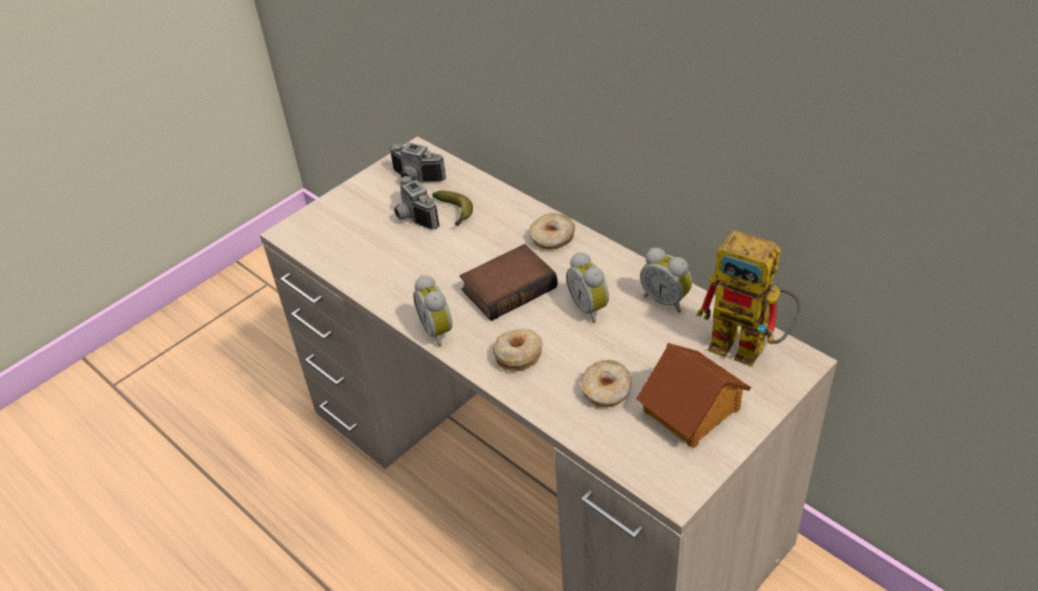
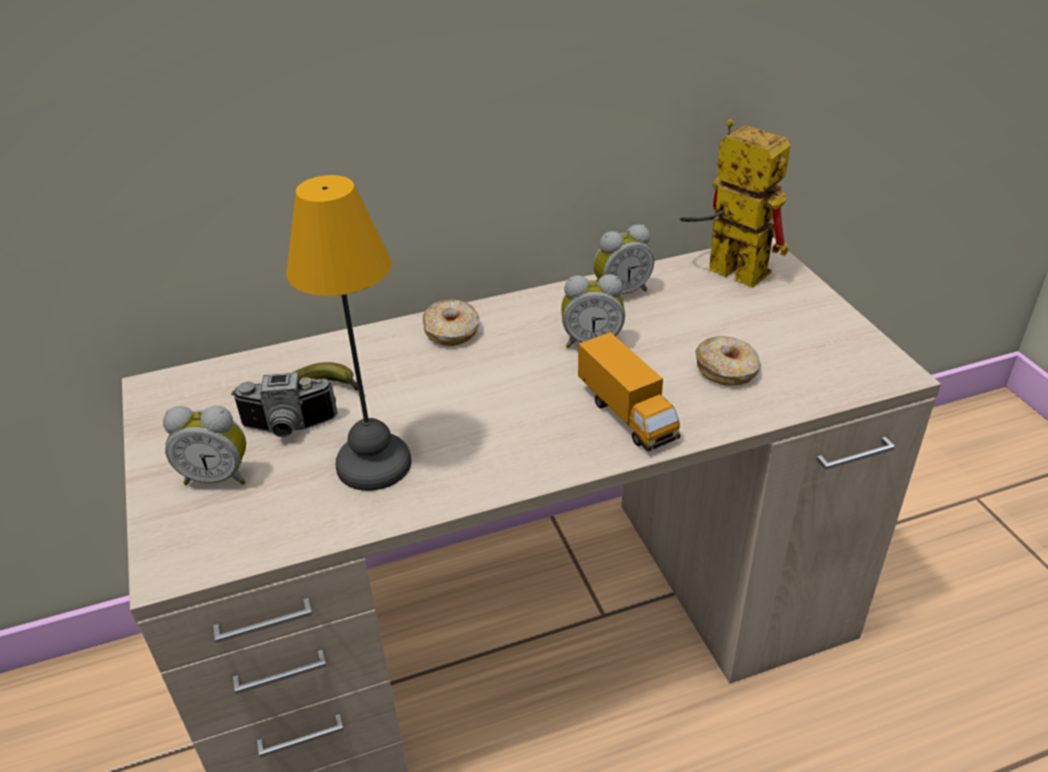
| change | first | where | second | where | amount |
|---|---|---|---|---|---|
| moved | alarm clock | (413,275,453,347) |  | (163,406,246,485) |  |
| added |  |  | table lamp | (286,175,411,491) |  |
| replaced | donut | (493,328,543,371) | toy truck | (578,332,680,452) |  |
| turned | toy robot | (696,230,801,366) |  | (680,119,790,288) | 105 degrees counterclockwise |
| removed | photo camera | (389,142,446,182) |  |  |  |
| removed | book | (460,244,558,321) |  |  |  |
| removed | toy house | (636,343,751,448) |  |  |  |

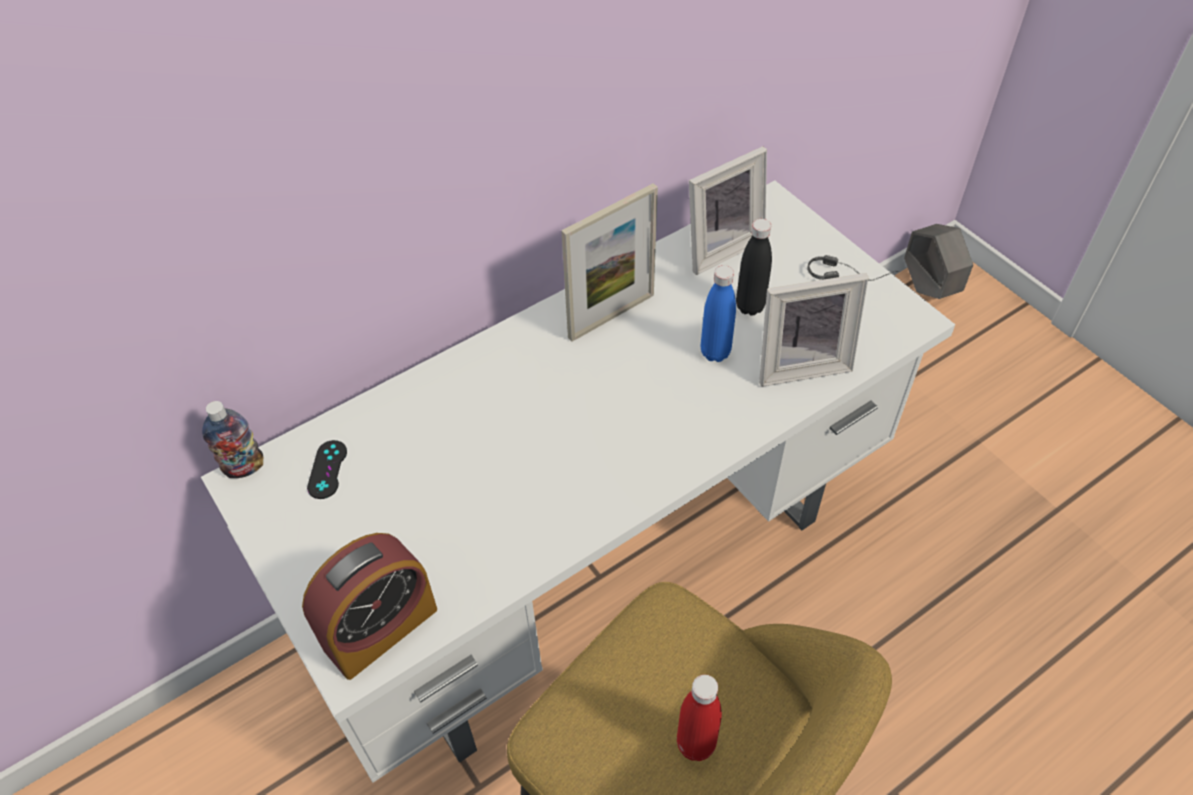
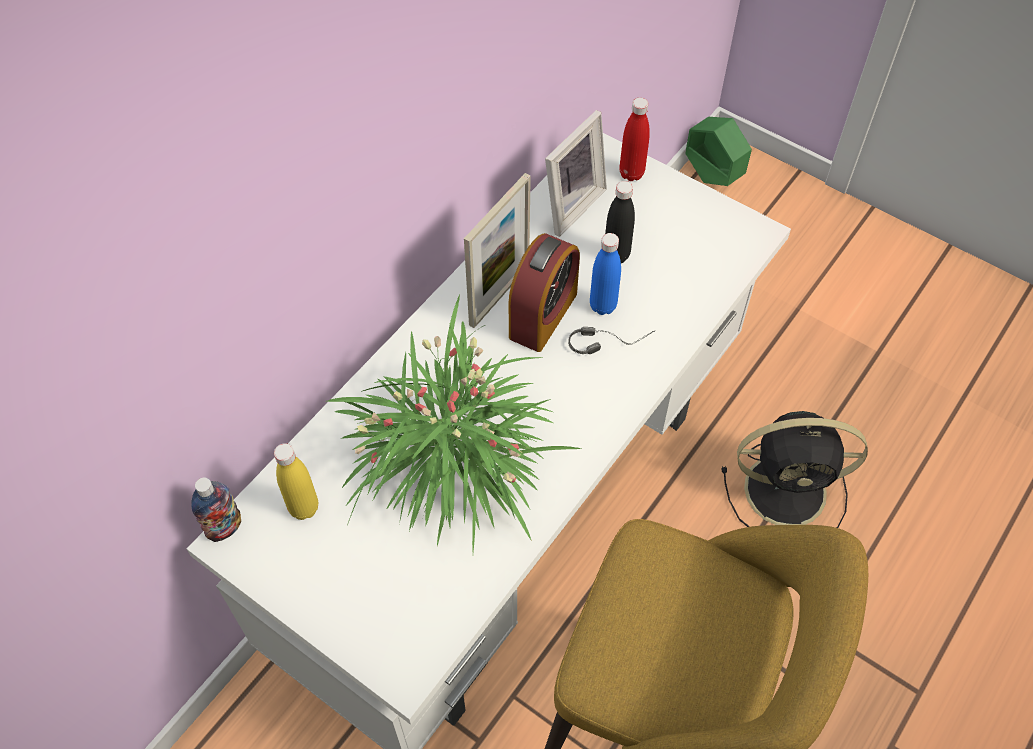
| change | first | where | second | where | amount |
|---|---|---|---|---|---|
| replaced | game controller in black | (307,440,347,499) | bottle in yellow | (274,443,318,520) |  |
| added |  |  | potted plant | (326,295,581,552) |  |
| moved | alarm clock | (302,533,437,680) |  | (509,233,580,352) |  |
| moved | headphones | (807,255,899,281) |  | (568,327,656,354) |  |
| moved | bottle in red | (677,675,722,761) |  | (620,97,650,181) |  |
| recoloured | planter in grey | (904,224,973,299) | planter in green | (685,117,752,186) |  |
| added |  |  | fan in black | (722,411,868,528) |  |
| removed | picture frame | (759,273,869,387) |  |  |  |

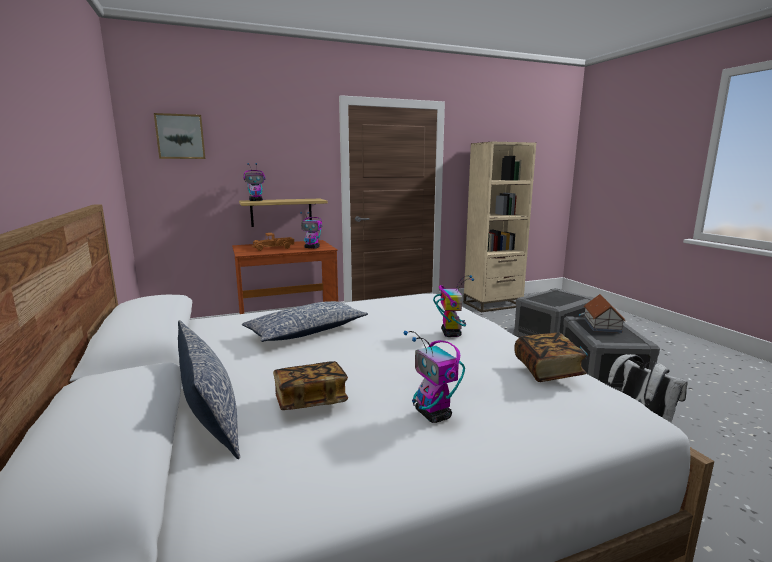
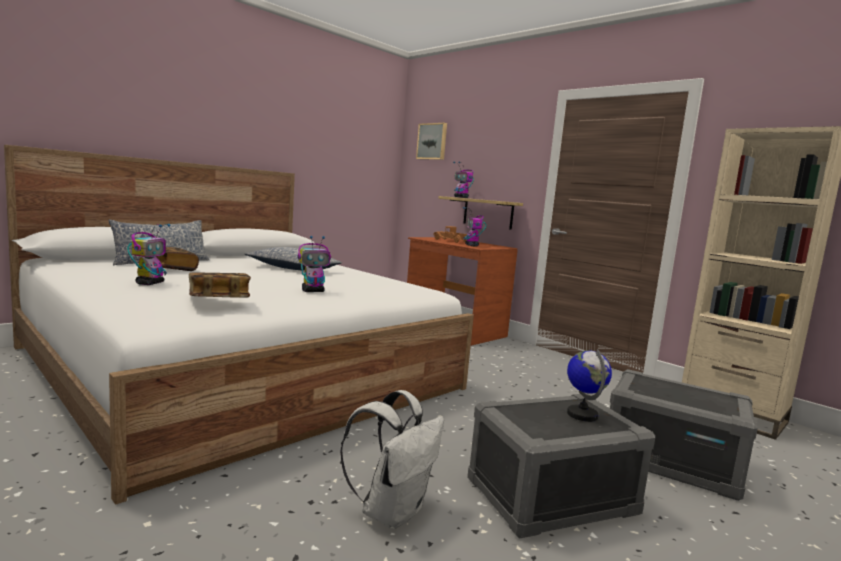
| change | first | where | second | where | amount |
|---|---|---|---|---|---|
| turned | toy robot | (403,331,465,423) |  | (127,224,171,285) | 150 degrees clockwise |
| replaced | toy house | (584,294,625,333) | globe | (567,349,612,422) |  |

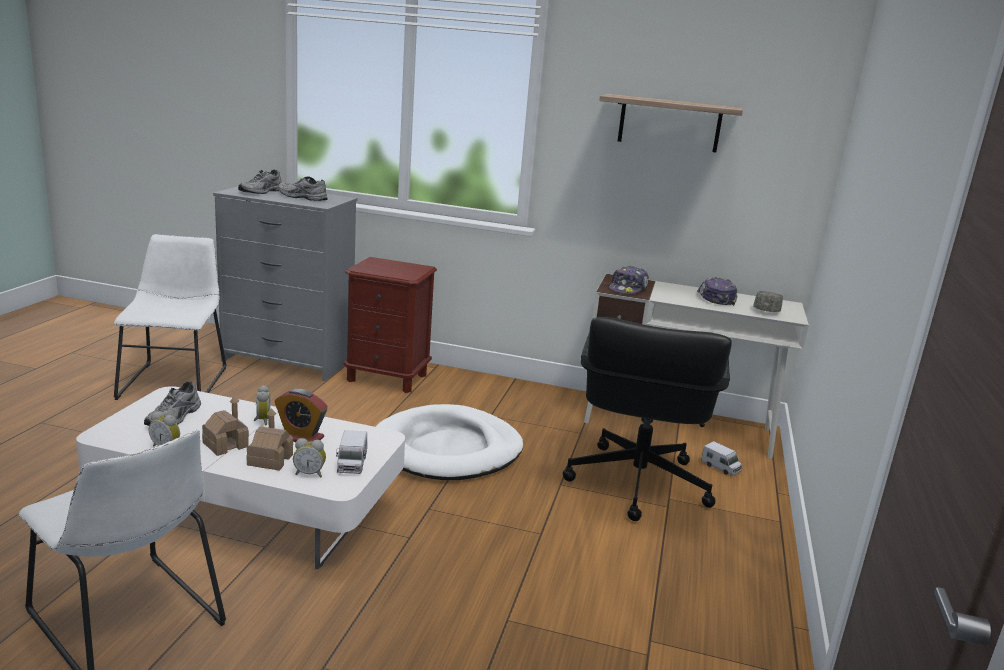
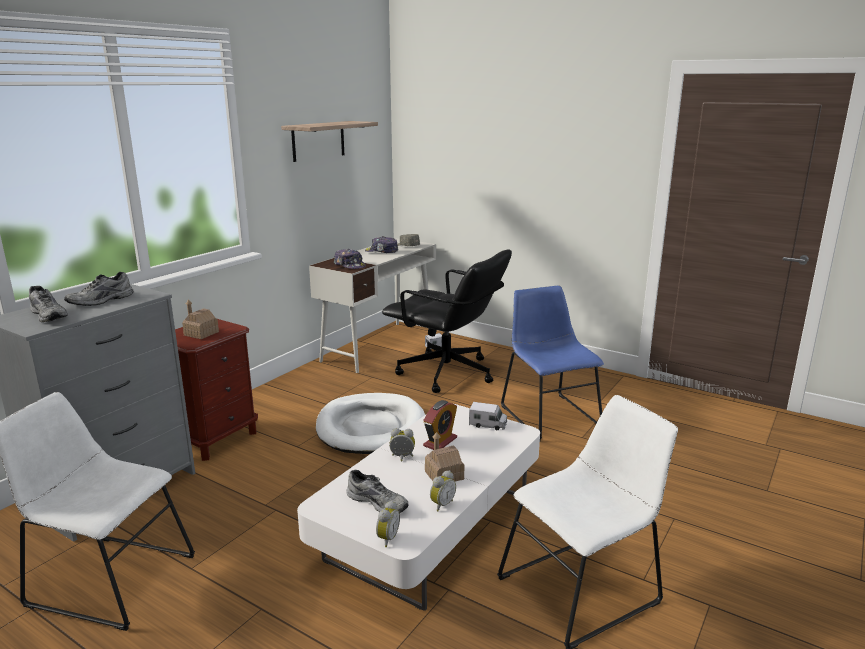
| change | first | where | second | where | amount |
|---|---|---|---|---|---|
| moved | toy house | (247,408,293,471) |  | (182,299,219,339) |  |
| moved | alarm clock | (293,438,326,477) |  | (376,501,400,547) |  |
| added |  |  | chair in blue | (501,286,604,441) |  |

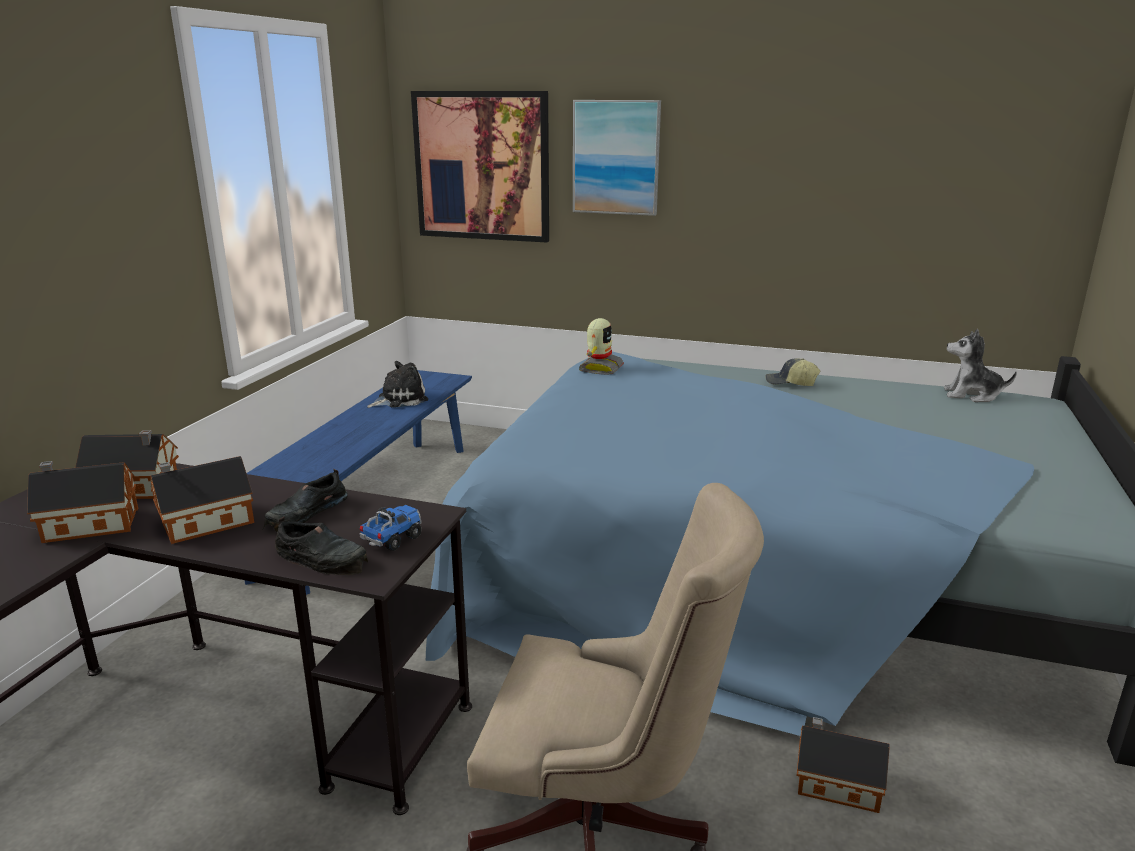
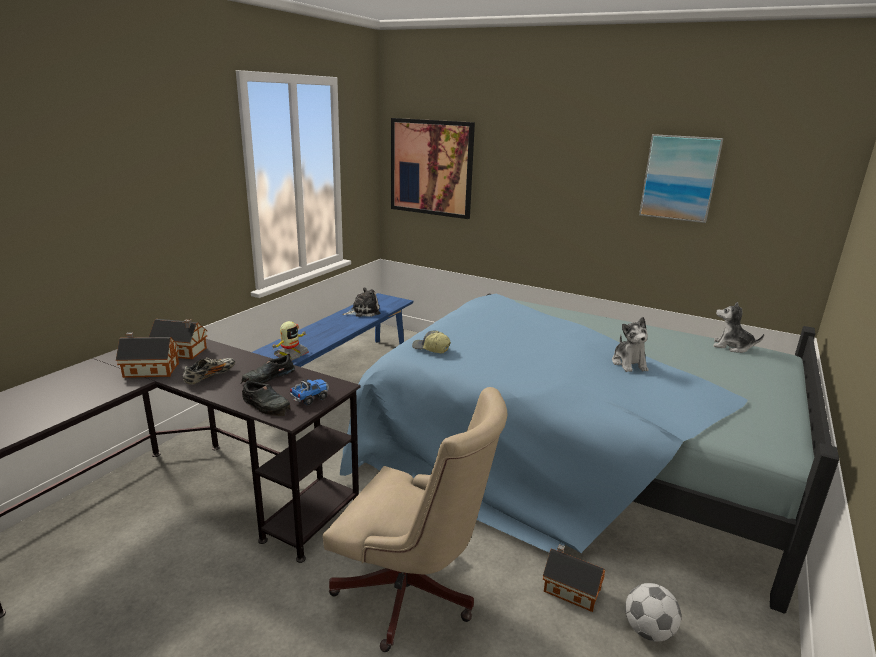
| change | first | where | second | where | amount |
|---|---|---|---|---|---|
| replaced | toy house | (150,456,254,544) | shoe | (183,357,235,384) |  |
| moved | toy robot | (579,318,624,375) |  | (273,321,309,361) |  |
| moved | cap | (765,358,820,386) |  | (412,331,451,353) |  |
| added |  |  | plush toy | (612,317,649,372) |  |
| added |  |  | football | (625,583,681,642) |  |
| moved | picture | (573,100,661,216) |  | (639,134,723,223) |  |

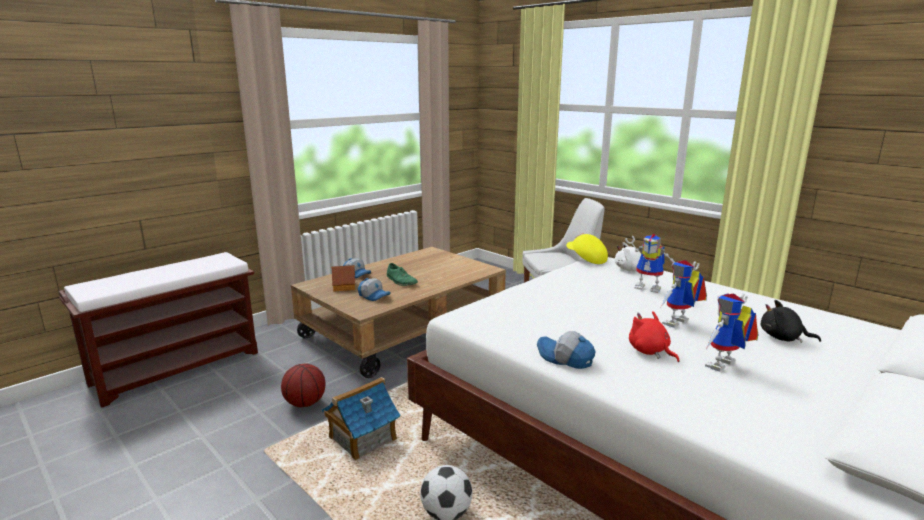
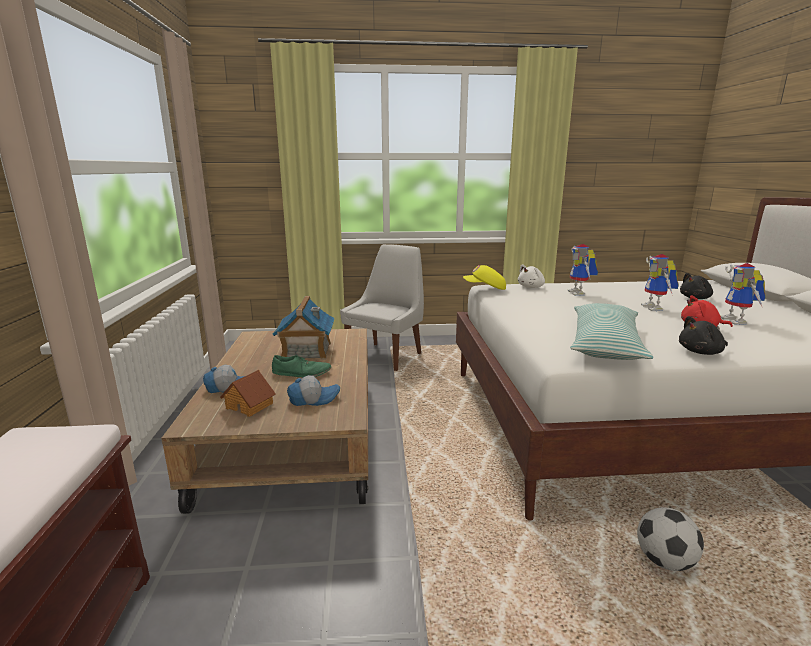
| change | first | where | second | where | amount |
|---|---|---|---|---|---|
| moved | toy house | (321,377,401,460) |  | (272,296,335,359) |  |
| turned | toy robot | (625,233,675,293) |  | (567,244,598,296) | 105 degrees clockwise |
| added |  |  | pillow | (570,303,653,360) |  |
| replaced | cap | (537,331,596,369) | plush toy in black | (679,316,728,355) |  |
| removed | basketball | (281,364,325,407) |  |  |  |

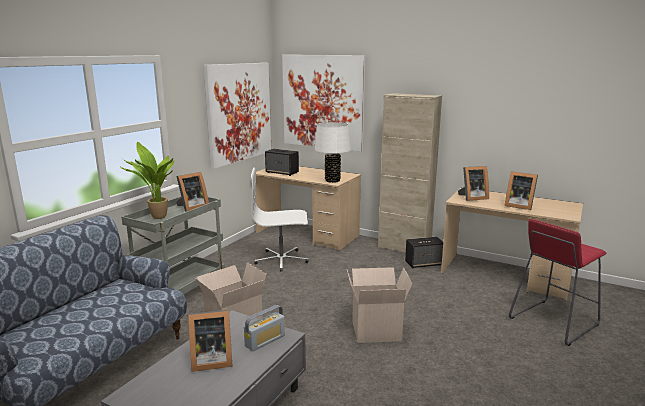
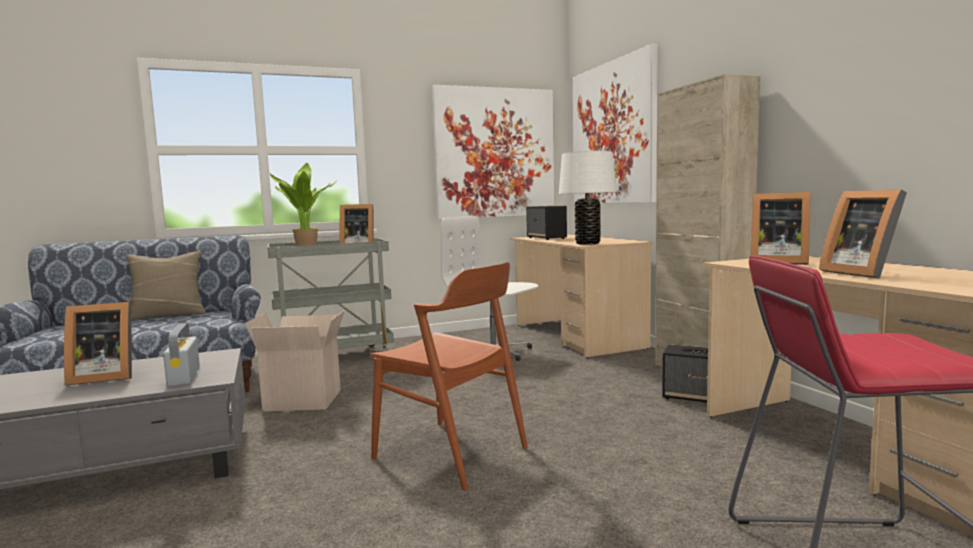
| change | first | where | second | where | amount |
|---|---|---|---|---|---|
| turned | picture frame | (188,310,233,372) |  | (64,302,132,385) | 45 degrees counterclockwise |
| added |  |  | pillow in beige | (126,251,205,320) |  |
| turned | radio | (244,305,285,351) |  | (163,323,200,387) | 75 degrees clockwise |
| replaced | cardboard box | (347,267,412,343) | chair in brown | (370,262,528,491) |  |

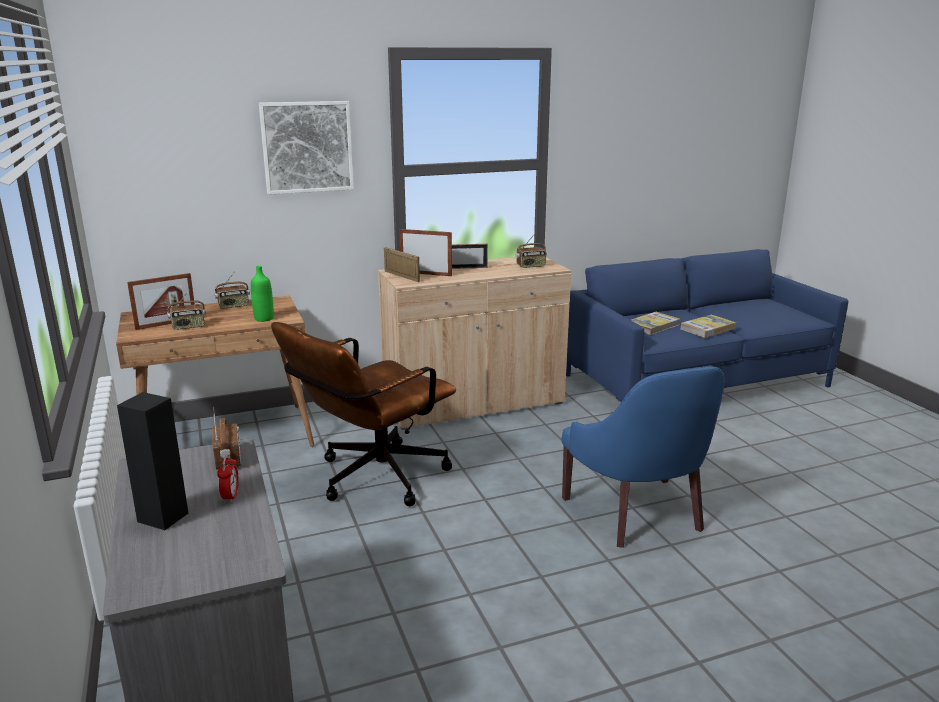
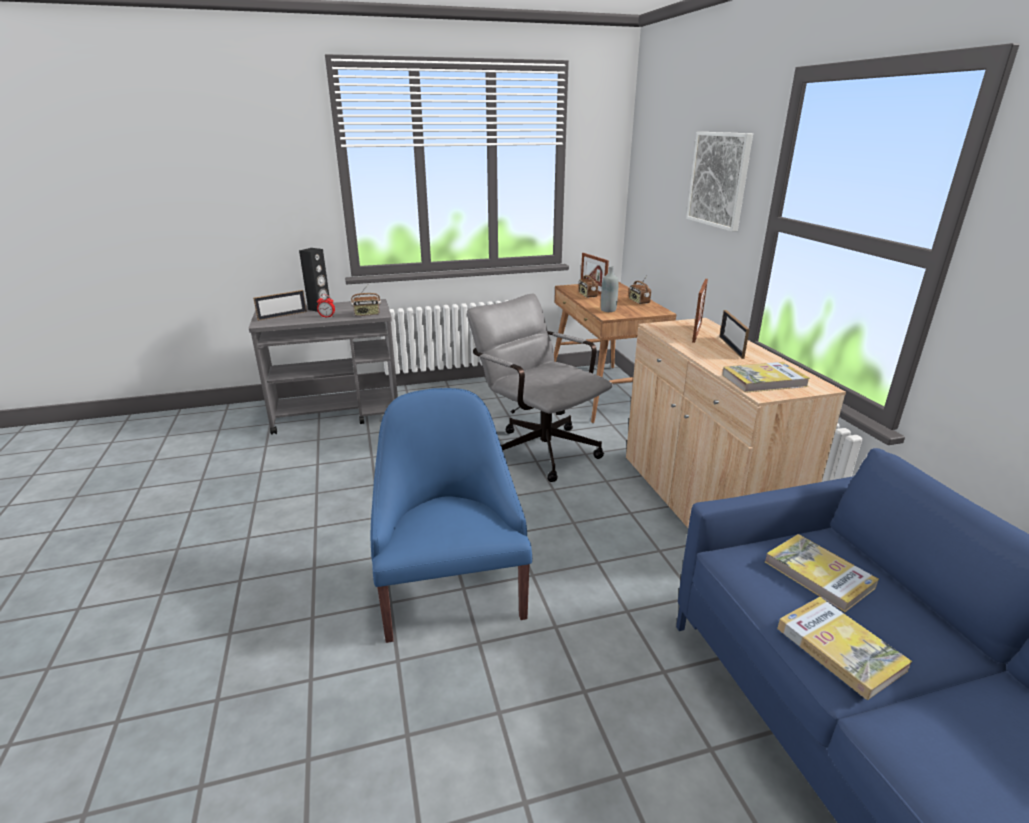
| change | first | where | second | where | amount |
|---|---|---|---|---|---|
| moved | picture frame | (384,247,420,282) |  | (253,290,307,321) |  |
| turned | armchair in blue | (561,366,725,548) |  | (370,388,532,643) | 90 degrees clockwise |
| recoloured | office chair in brown | (271,322,456,506) | office chair in grey | (467,294,613,482) |  |
| recoloured | bottle in green | (251,266,274,322) | bottle in grey | (601,266,619,312) |  |
| replaced | radio | (516,234,547,268) | book | (722,362,810,393) |  |

